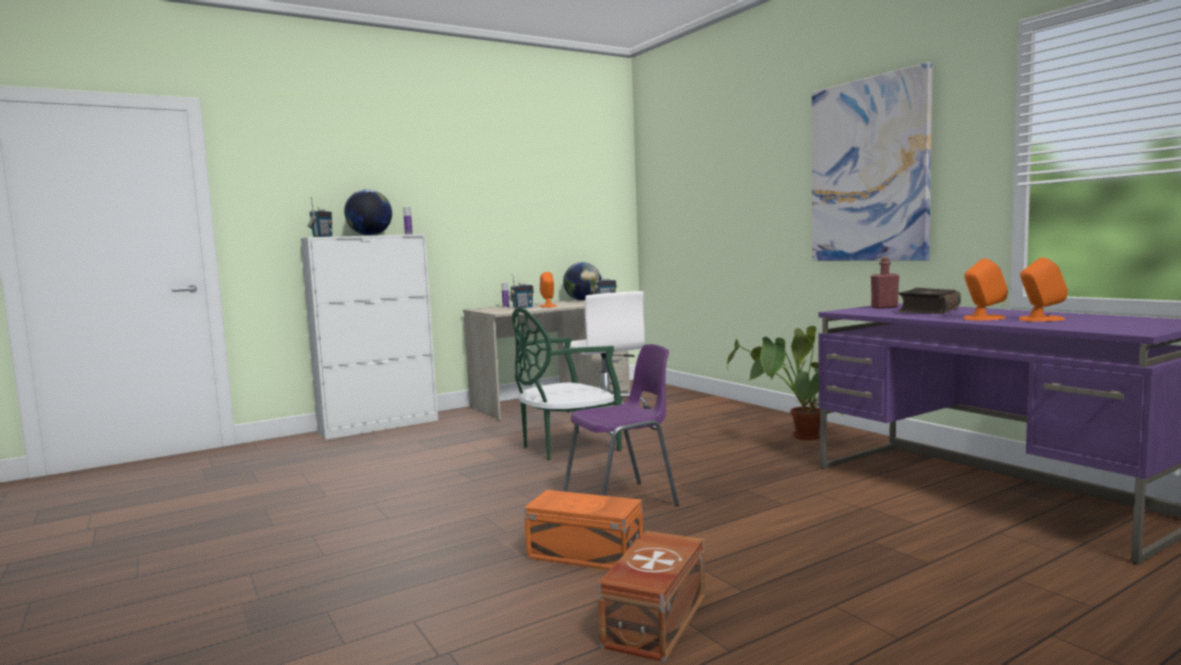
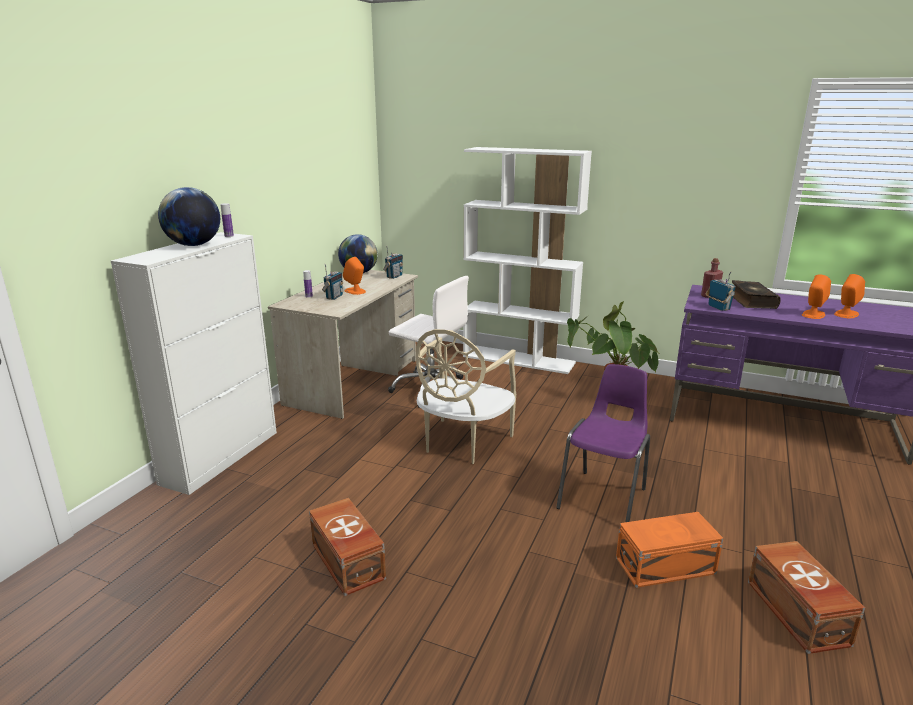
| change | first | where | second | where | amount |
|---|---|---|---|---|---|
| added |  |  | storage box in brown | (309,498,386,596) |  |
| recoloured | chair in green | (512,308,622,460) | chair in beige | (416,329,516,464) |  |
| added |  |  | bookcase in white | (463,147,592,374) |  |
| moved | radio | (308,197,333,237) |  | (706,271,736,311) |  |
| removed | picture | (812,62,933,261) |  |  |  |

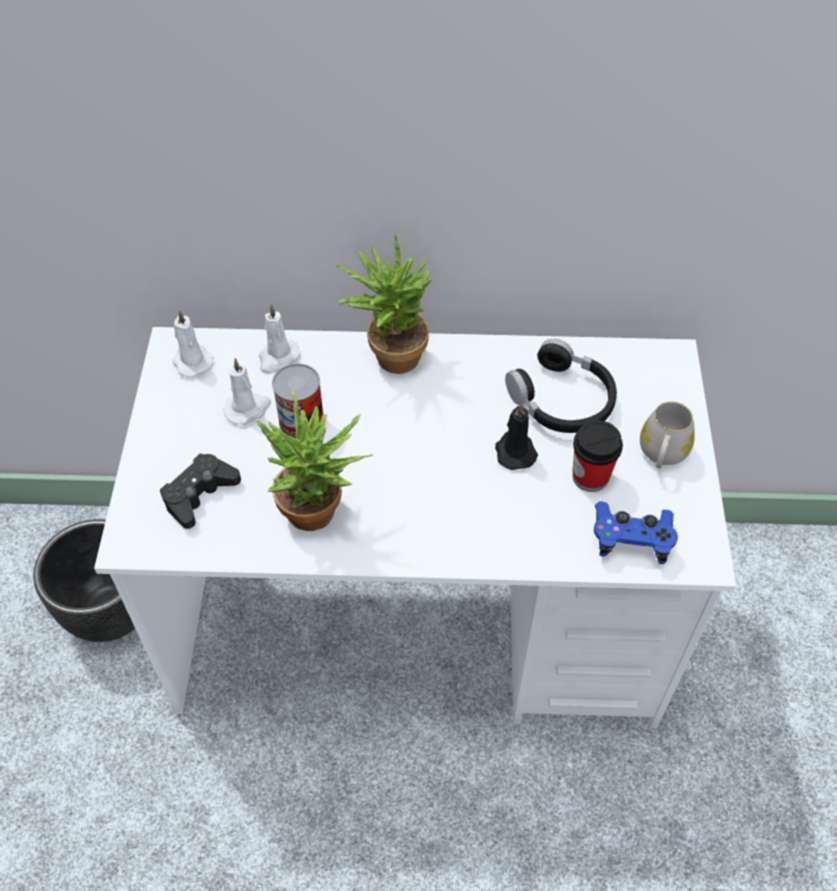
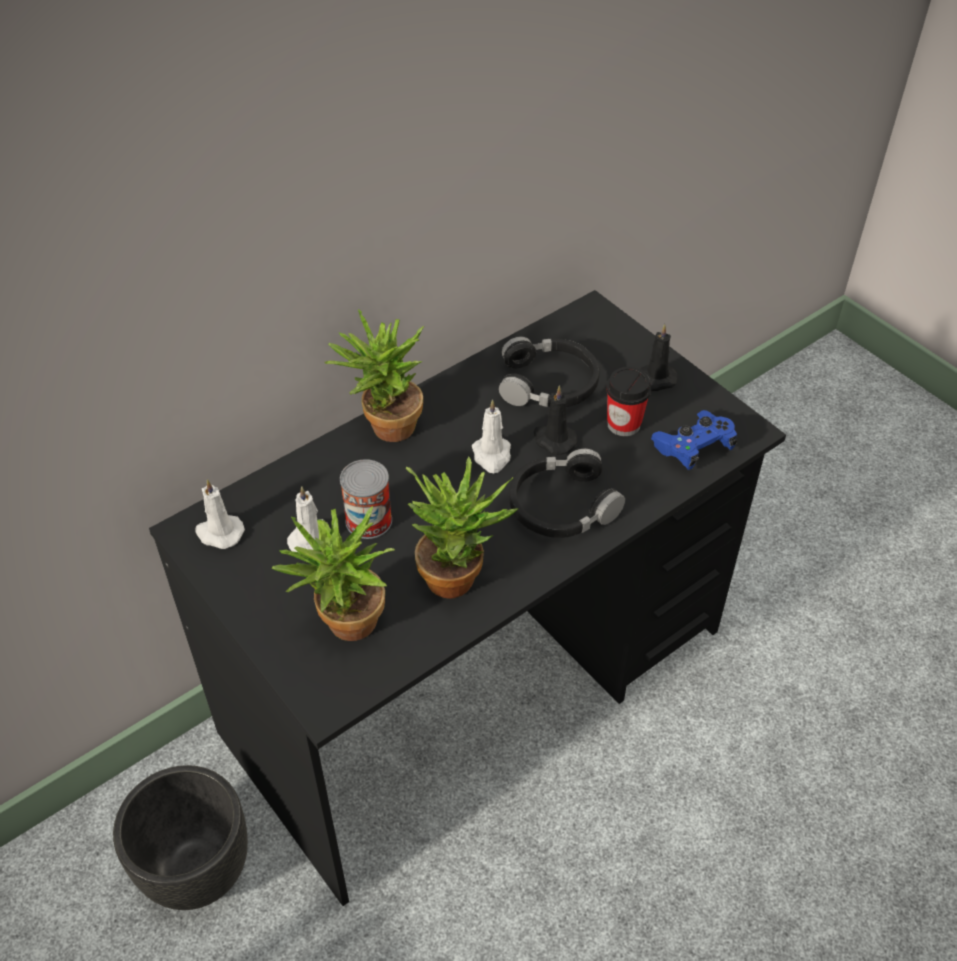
| change | first | where | second | where | amount |
|---|---|---|---|---|---|
| recoloured | desk in white | (94,327,736,728) | desk in black | (149,290,786,906) |  |
| replaced | game controller in black | (160,454,241,529) | potted plant | (272,506,395,641) |  |
| moved | candle in white | (259,305,301,374) |  | (472,399,511,473) |  |
| added |  |  | headphones in black | (509,448,625,538) |  |
| replaced | mug in white | (640,401,695,469) | candle in black | (640,324,678,391) |  |

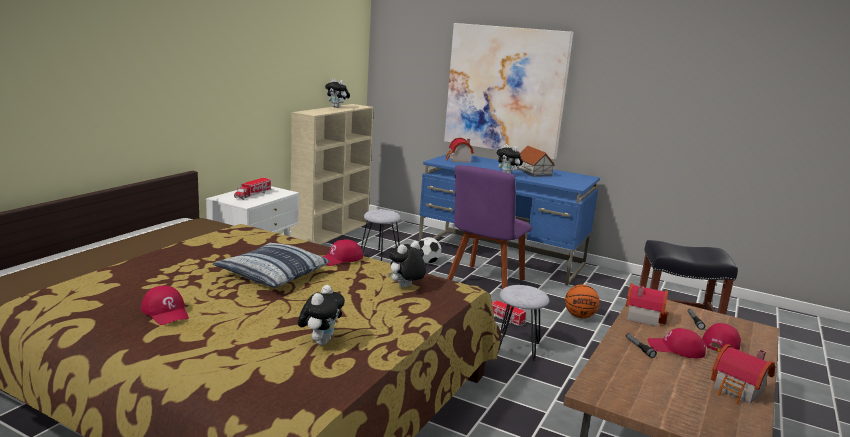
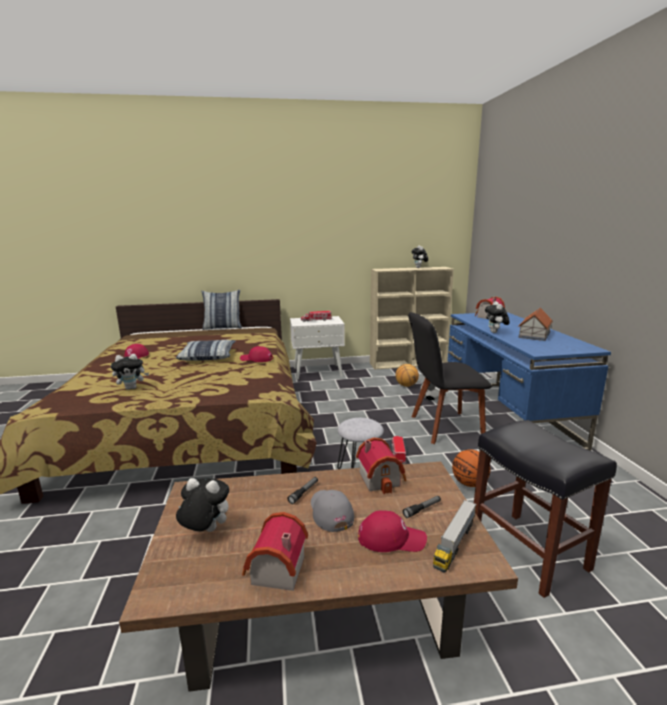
| change | first | where | second | where | amount |
|---|---|---|---|---|---|
| moved | plush toy | (388,241,426,287) |  | (176,478,229,532) |  |
| added |  |  | pillow | (201,290,242,330) |  |
| recoloured | cap in red | (648,328,706,358) | cap in grey | (311,490,354,532) |  |
| replaced | stool in grey | (361,209,401,261) | basketball | (396,364,419,387) |  |
| recoloured | chair in purple | (447,165,532,289) | chair in black | (408,312,492,444) |  |
| added |  |  | toy truck | (433,500,476,573) |  |
| removed | picture | (444,23,573,159) |  |  |  |

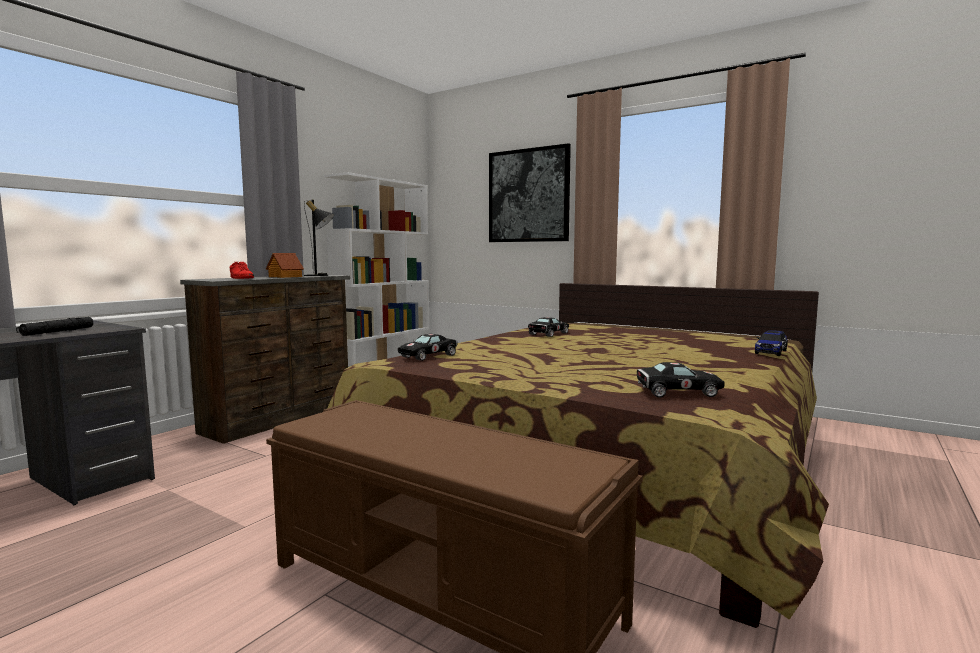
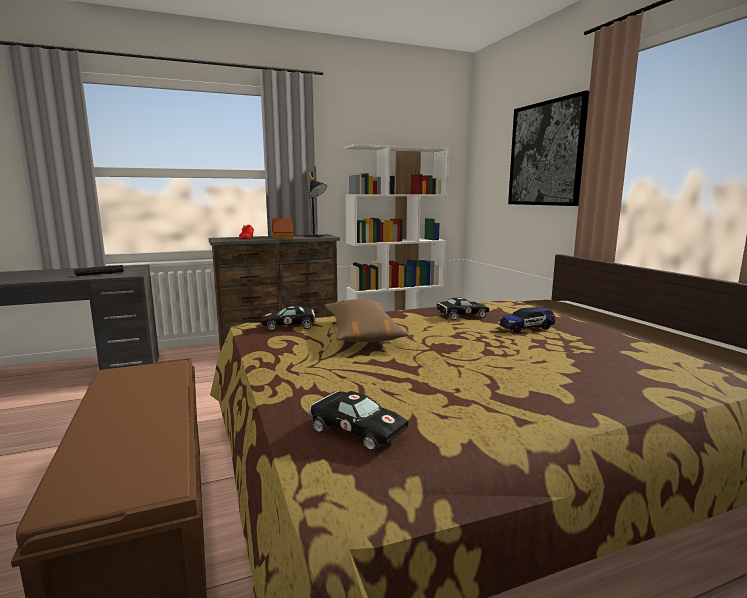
| change | first | where | second | where | amount |
|---|---|---|---|---|---|
| added |  |  | pillow in brown | (324,299,409,342) |  |
| moved | toy car | (755,330,788,356) |  | (500,307,555,333) |  |

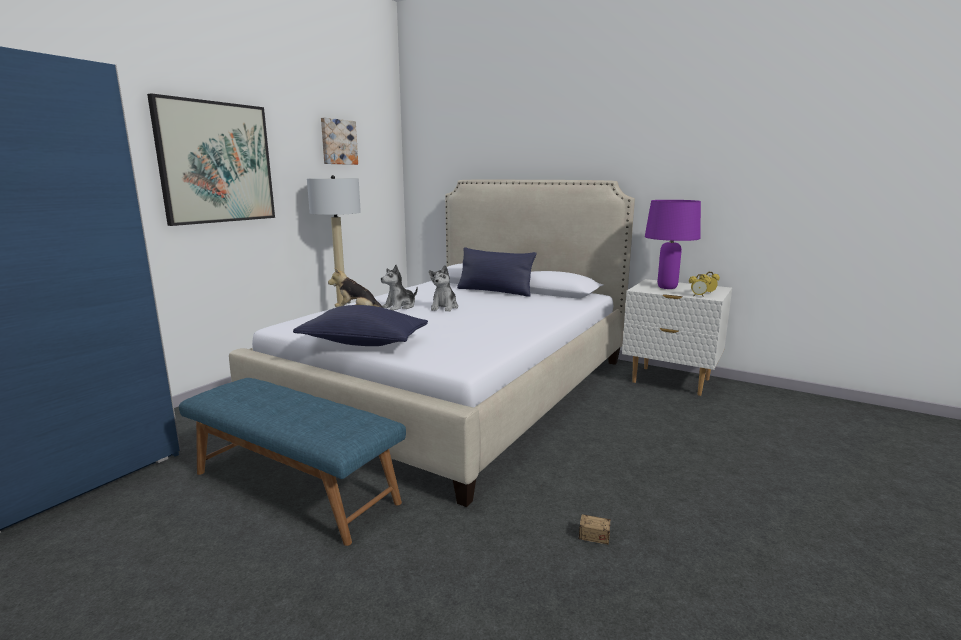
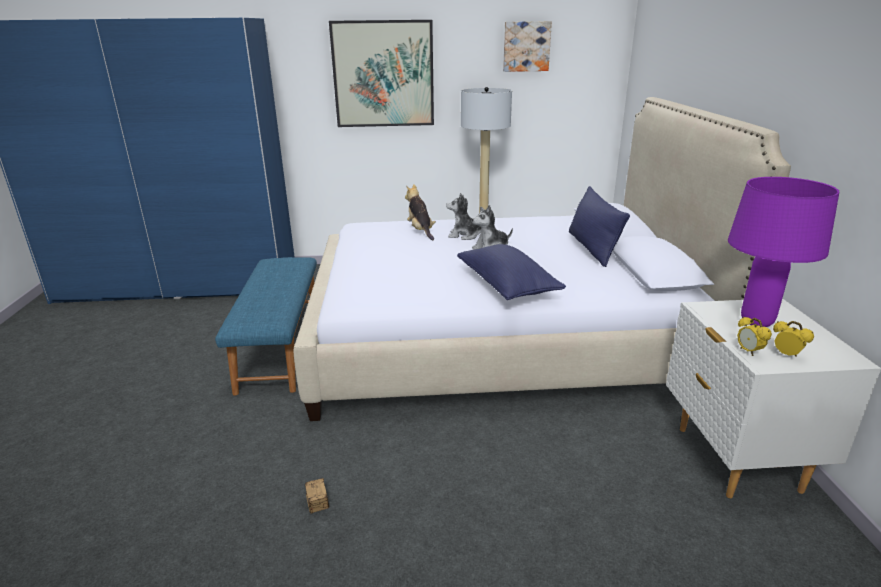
| change | first | where | second | where | amount |
|---|---|---|---|---|---|
| moved | pillow in blue | (293,305,428,346) |  | (457,244,566,300) |  |

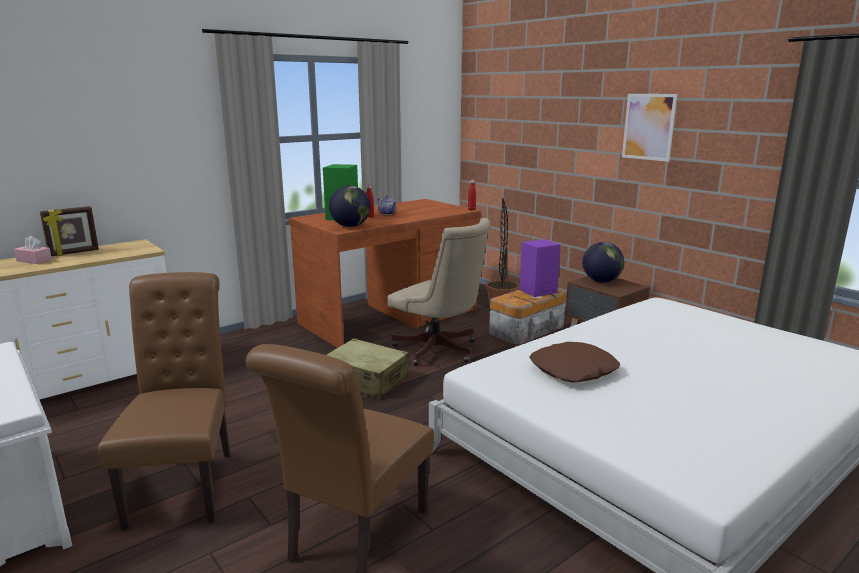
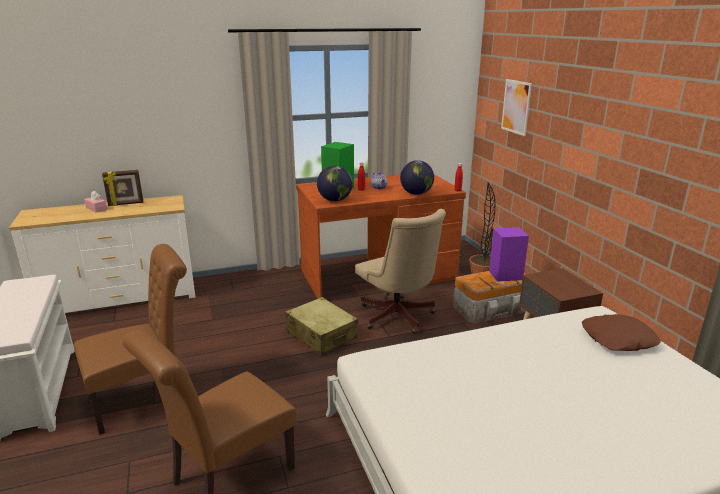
| change | first | where | second | where | amount |
|---|---|---|---|---|---|
| turned | chair in brown | (98,272,230,530) |  | (74,244,187,435) | 45 degrees clockwise |
| moved | globe | (582,242,624,283) |  | (400,160,434,195) |  |
| moved | picture | (622,94,678,162) |  | (501,79,532,136) |  |
| moved | pillow in brown | (529,342,620,383) |  | (582,314,661,351) |  |

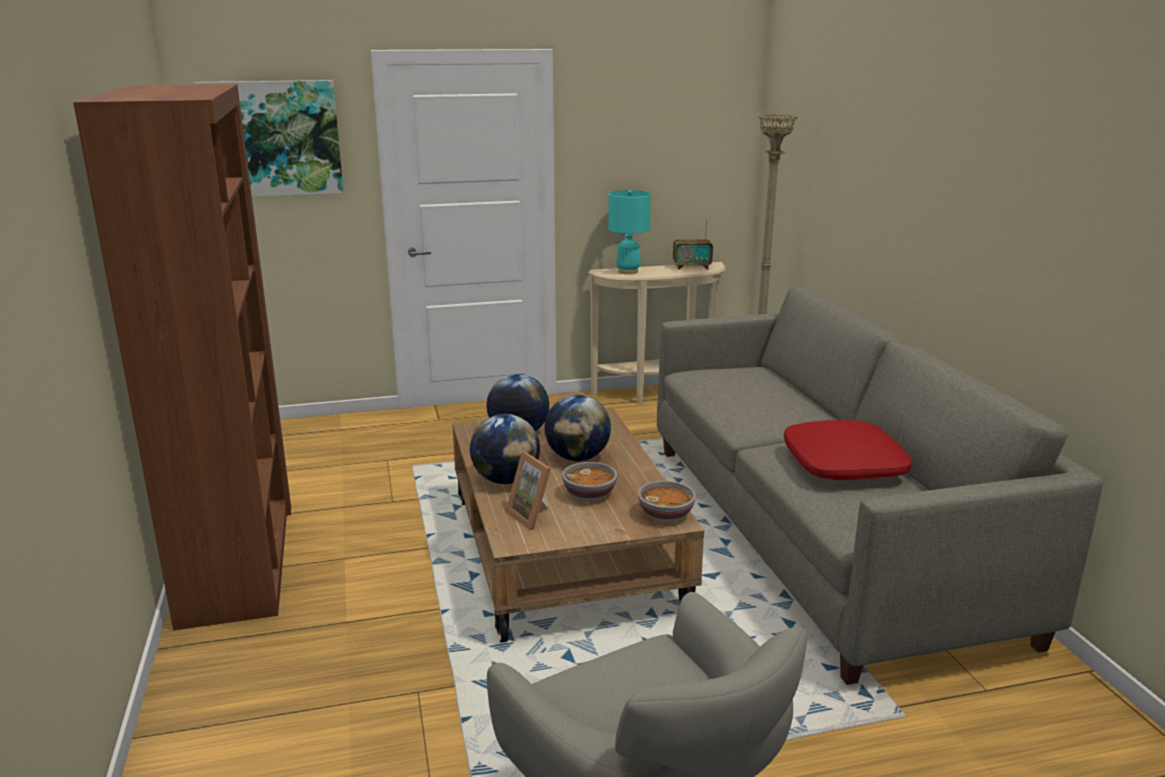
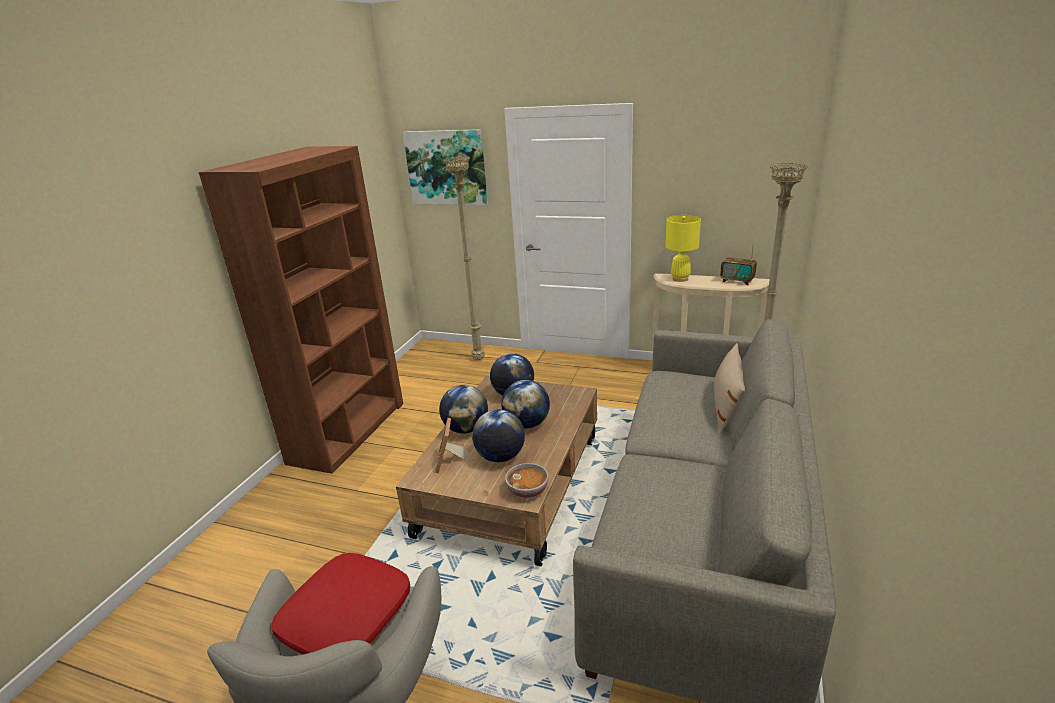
| change | first | where | second | where | amount |
|---|---|---|---|---|---|
| moved | pillow in red | (784,420,912,480) |  | (271,553,410,655) |  |
| added |  |  | floor lamp in beige | (444,156,485,360) |  |
| replaced | bowl | (562,462,617,501) | globe | (472,409,525,462) |  |
| recoloured | table lamp in turquoise | (608,190,651,274) | table lamp in yellow | (665,215,701,282) |  |
| added |  |  | pillow in beige | (714,343,745,434) |  |

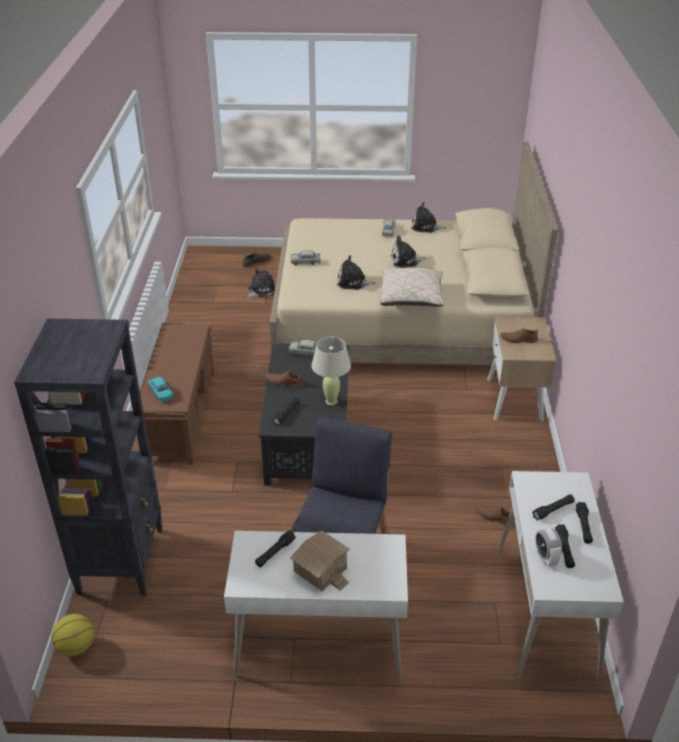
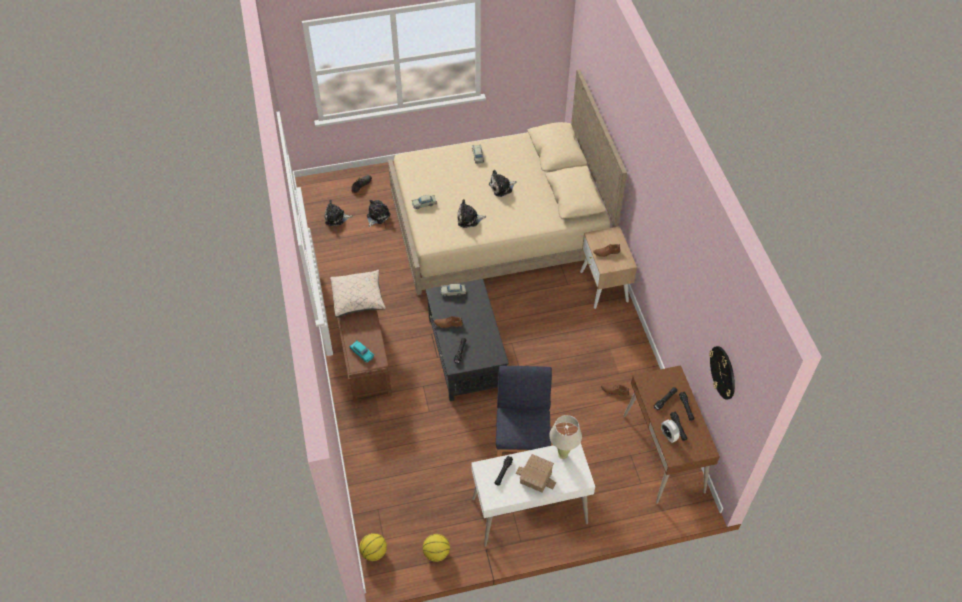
| change | first | where | second | where | amount |
|---|---|---|---|---|---|
| moved | plush toy | (412,202,446,233) |  | (325,200,352,226) |  |
| moved | pillow in beige | (380,268,444,306) |  | (330,270,386,317) |  |
| added |  |  | basketball | (423,534,450,562) |  |
| moved | table lamp in beige | (311,337,351,405) |  | (549,415,582,459) |  |
| recoloured | desk in white | (498,471,624,680) | desk in brown | (623,365,720,504) |  |
| added |  |  | wall clock | (709,346,735,400) |  |
| removed | bookcase in black | (14,318,163,597) |  |  |  |

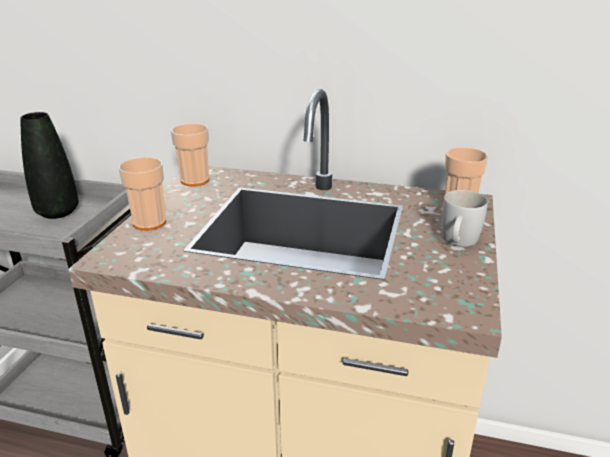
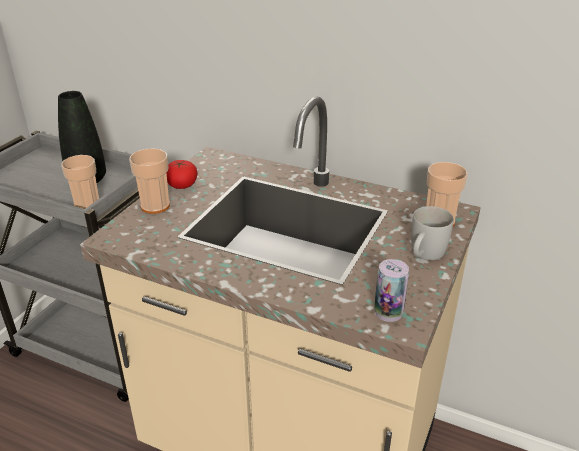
| change | first | where | second | where | amount |
|---|---|---|---|---|---|
| moved | cup | (171,124,209,186) |  | (61,155,99,209) |  |
| added |  |  | tomato | (167,160,197,189) |  |
| added |  |  | can | (374,259,409,322) |  |

